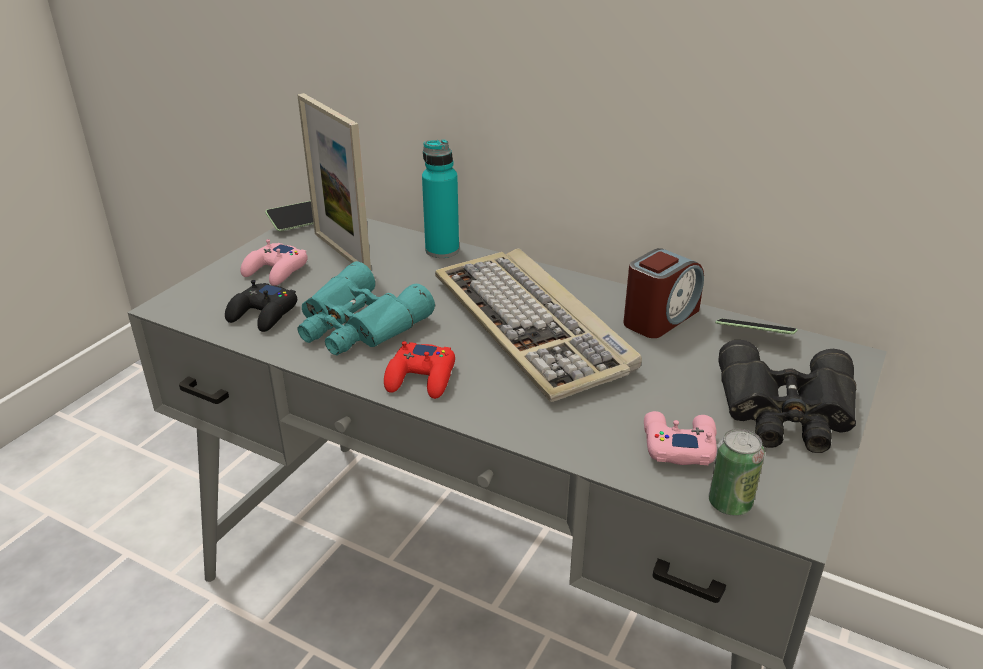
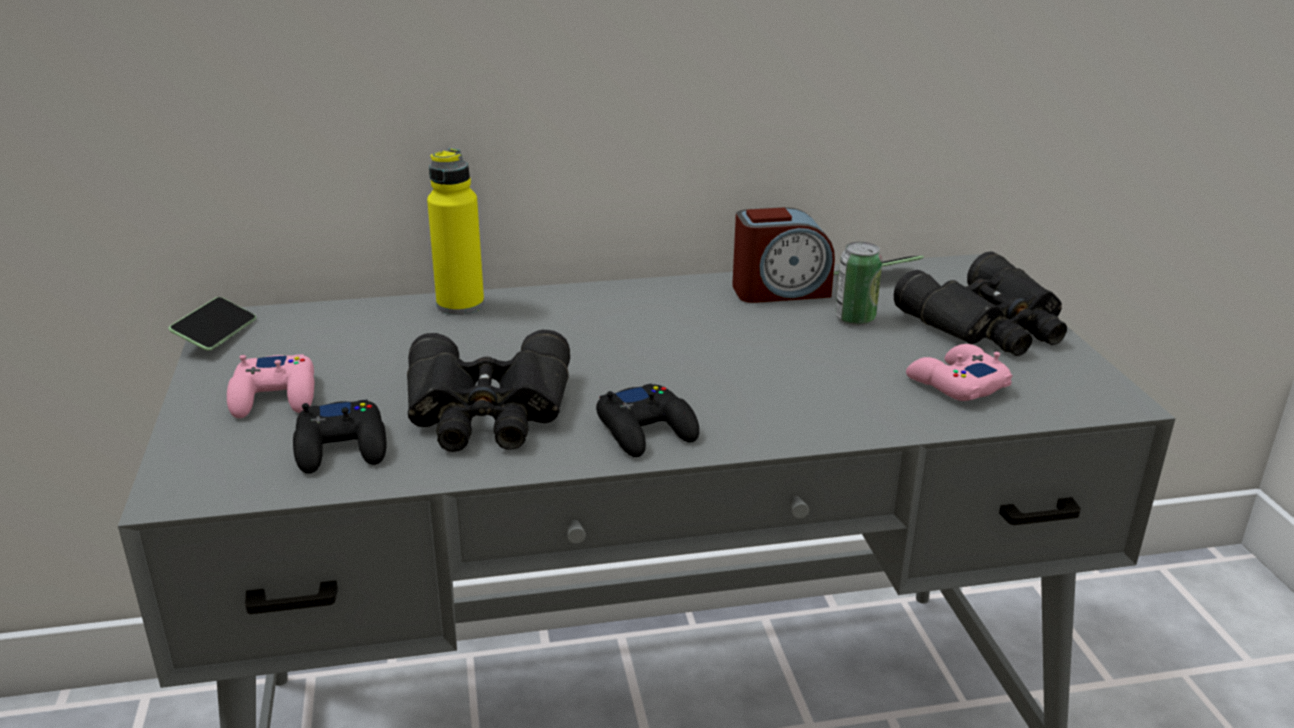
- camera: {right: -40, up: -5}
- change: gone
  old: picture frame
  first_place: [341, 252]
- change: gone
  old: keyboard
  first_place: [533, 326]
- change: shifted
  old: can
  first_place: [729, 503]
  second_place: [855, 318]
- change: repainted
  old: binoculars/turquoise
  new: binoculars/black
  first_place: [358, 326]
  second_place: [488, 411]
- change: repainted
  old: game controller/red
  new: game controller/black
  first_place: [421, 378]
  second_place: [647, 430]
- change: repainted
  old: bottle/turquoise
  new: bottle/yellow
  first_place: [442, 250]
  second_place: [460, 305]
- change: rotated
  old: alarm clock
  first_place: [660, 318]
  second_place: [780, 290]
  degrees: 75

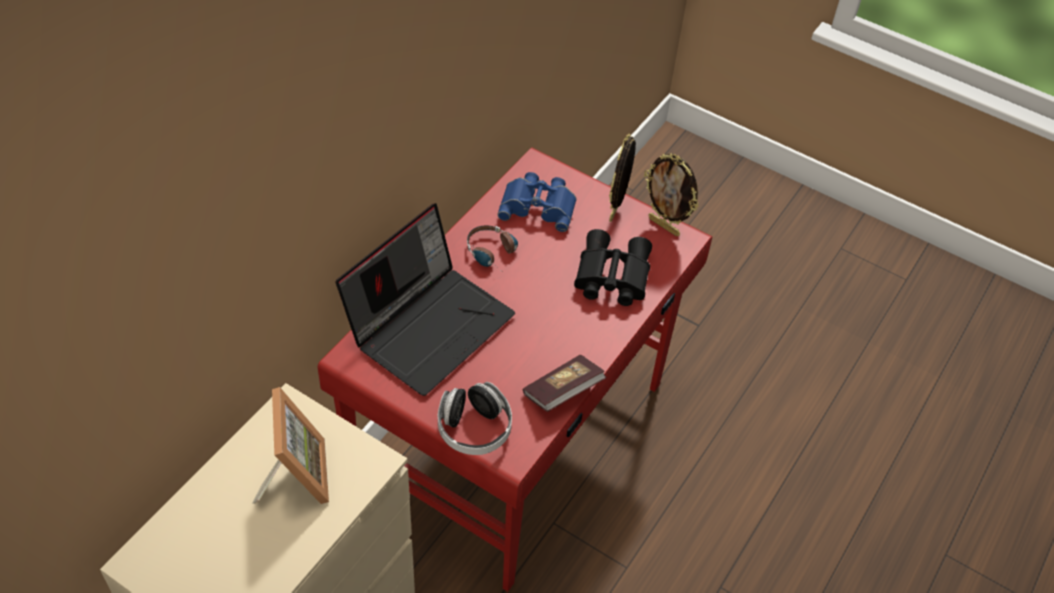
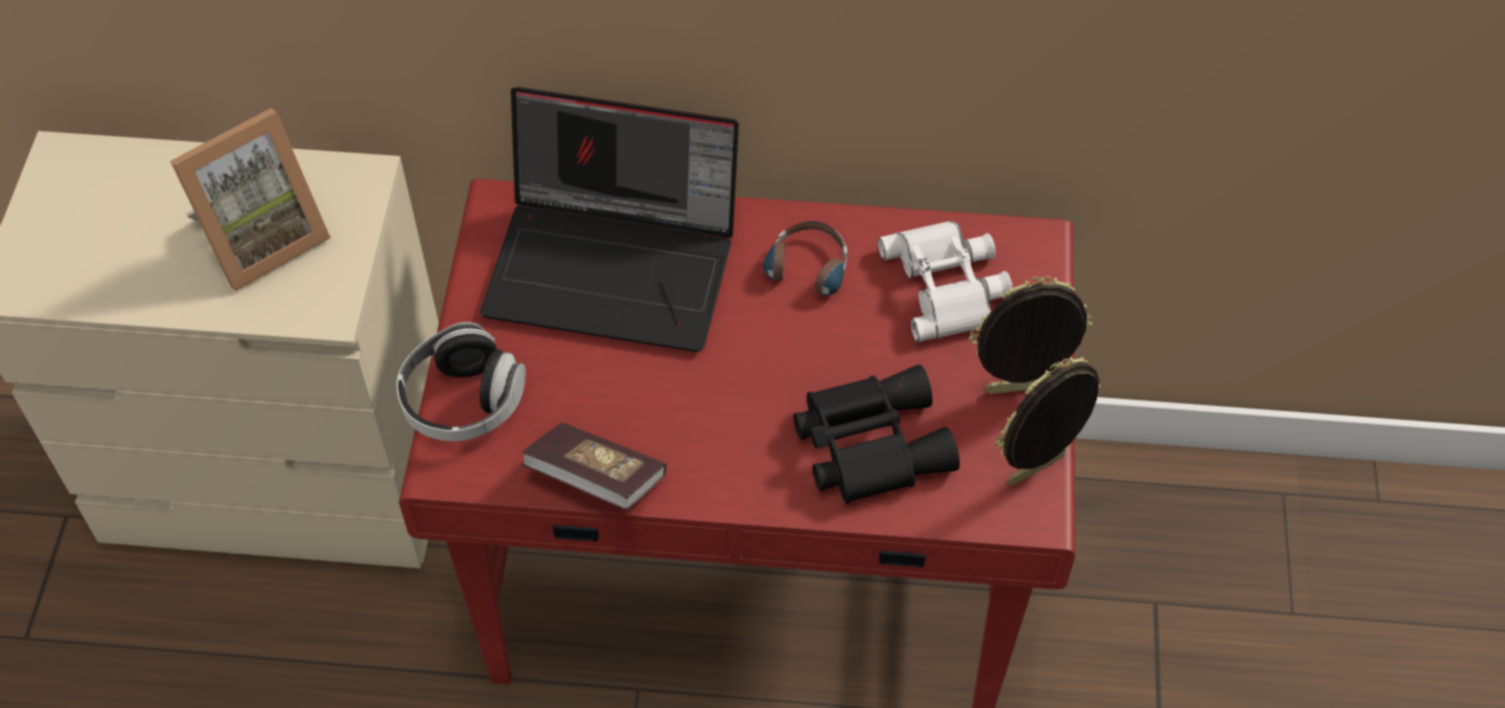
- camera: {right: 65, up: 5}
- change: repainted
  old: binoculars/blue
  new: binoculars/white
  first_place: [539, 205]
  second_place: [948, 285]
- change: rotated
  old: picture frame
  first_place: [664, 226]
  second_place: [1038, 472]
  degrees: 45

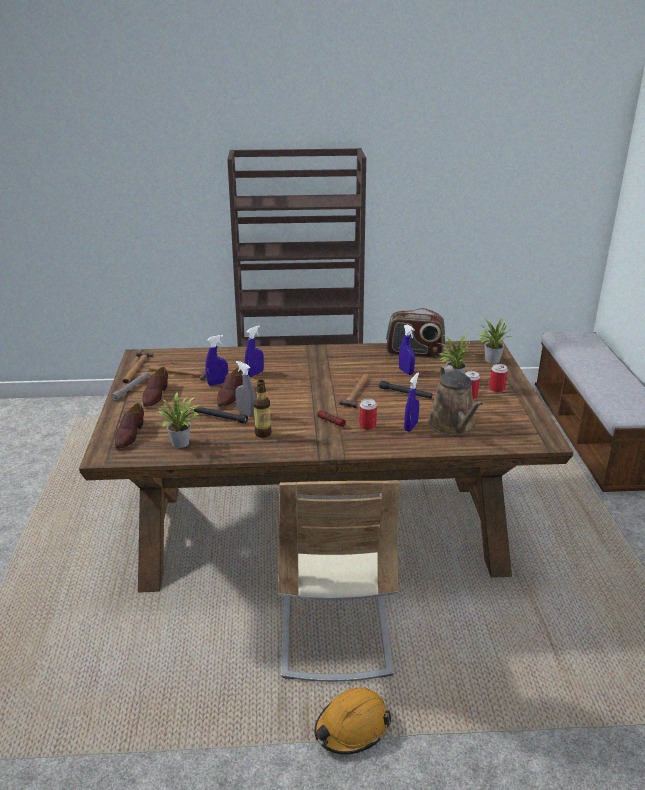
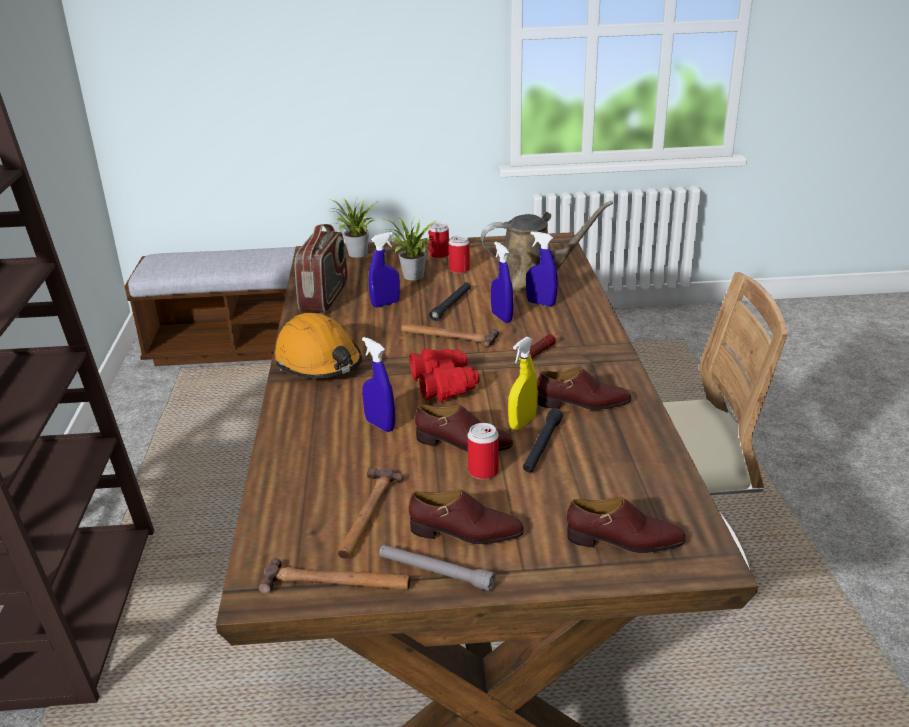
- camera: {right: -90, up: 0}
- change: gone
  old: potted plant
  first_place: [182, 444]
- change: new
  new: binoculars/red
  second_place: [444, 385]
- change: shifted
  old: spray bottle/blue
  first_place: [218, 383]
  second_place: [501, 317]
- change: shifted
  old: hard hat/orange
  first_place: [351, 727]
  second_place: [319, 363]
- change: shifted
  old: can
  first_place: [367, 426]
  second_place: [483, 471]
- change: swapped
  old: bottle
  new: shoe/brown
  first_place: [263, 433]
  second_place: [583, 403]
- change: repainted
  old: spray bottle/grey
  new: spray bottle/yellow
  first_place: [246, 413]
  second_place: [522, 423]

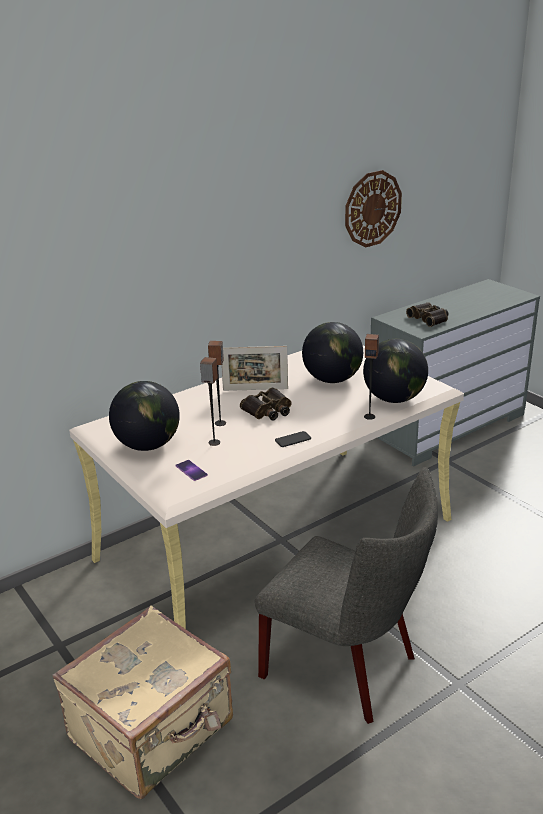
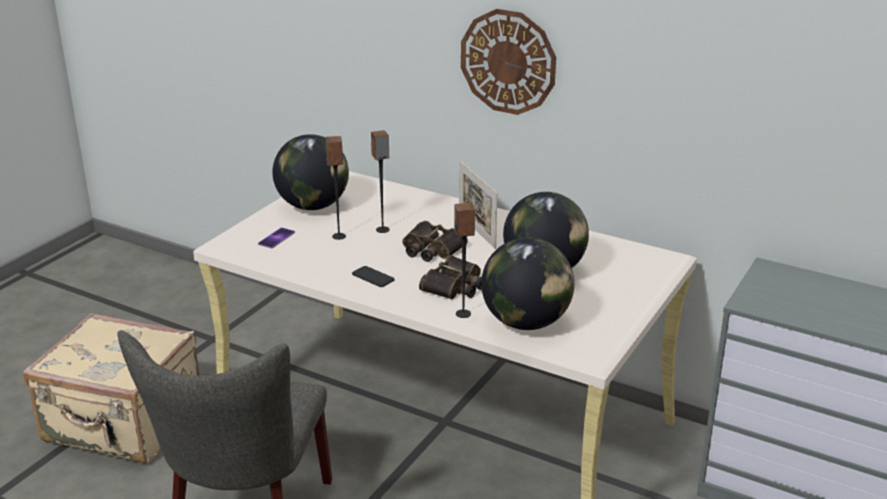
- camera: {right: 65, up: 0}
- change: shifted
  old: wall clock
  first_place: [372, 209]
  second_place: [508, 62]
- change: shifted
  old: binoculars
  first_place: [429, 319]
  second_place: [455, 286]

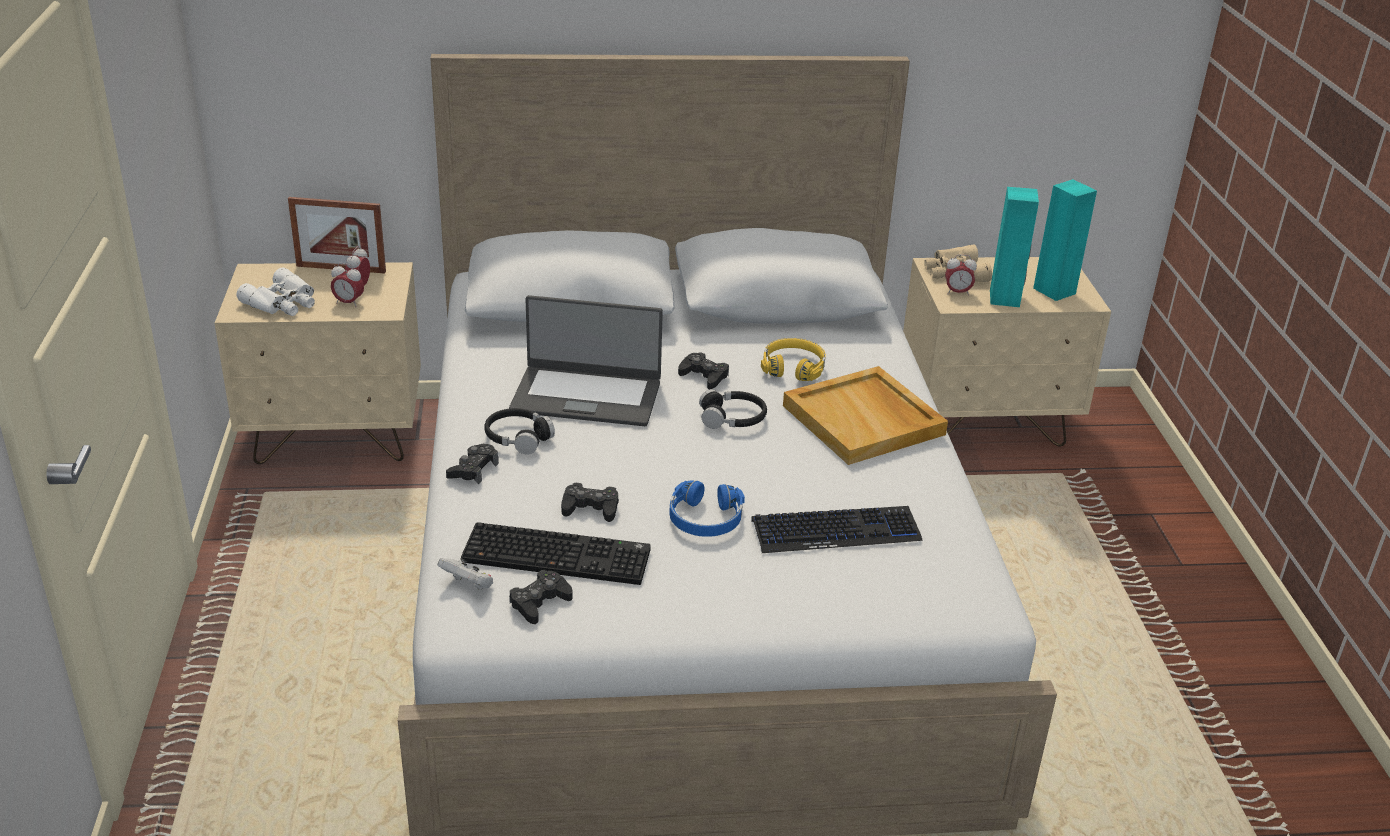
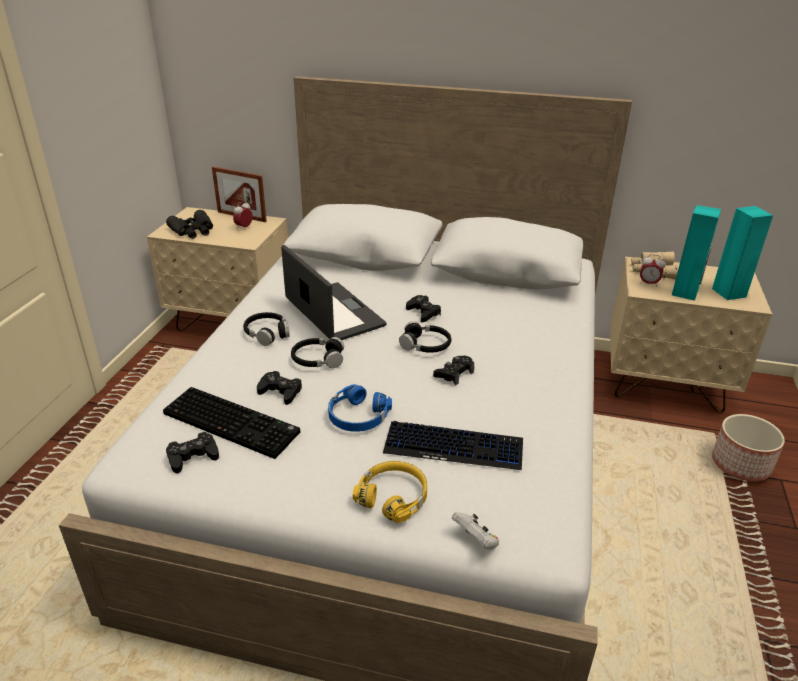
- camera: {right: 20, up: 0}
- change: gone
  old: alarm clock
  first_place: [348, 303]
- change: gone
  old: tray/beige
  first_place: [865, 420]
- change: new
  new: headphones/black
  second_place: [317, 359]
- change: new
  new: planter
  second_place: [741, 465]
- change: shifted
  old: game controller/white
  first_place: [468, 585]
  second_place: [476, 541]
- change: shifted
  old: game controller/black
  first_place: [473, 470]
  second_place: [454, 373]
- change: shifted
  old: headphones/yellow
  first_place: [793, 367]
  second_place: [393, 496]
- change: repainted
  old: binoculars/white
  new: binoculars/black
  first_place: [283, 302]
  second_place: [193, 231]
- change: rotated
  old: laptop
  first_place: [586, 396]
  second_place: [333, 313]
  degrees: -150

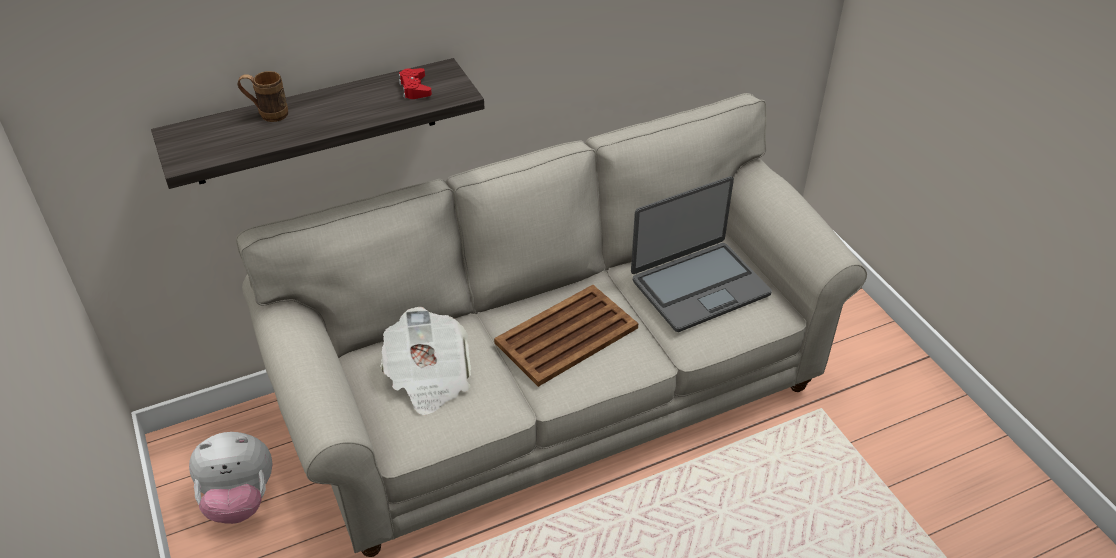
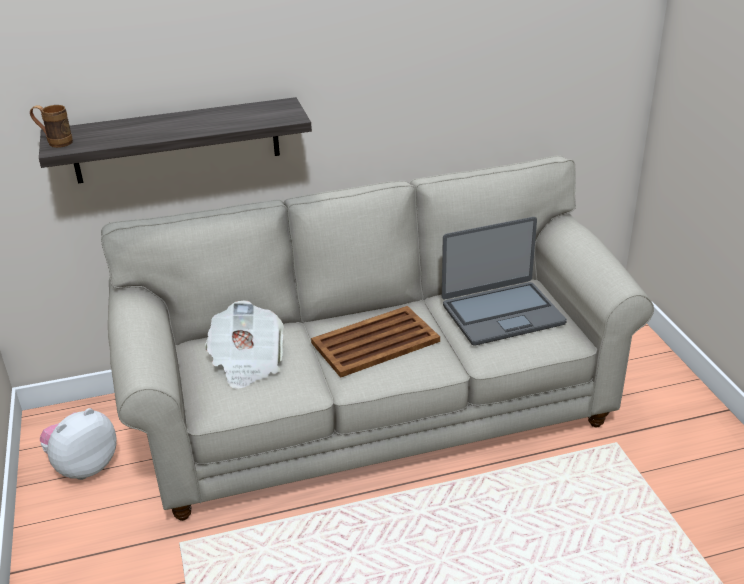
- camera: {right: 10, up: -10}
- change: gone
  old: game controller/red
  first_place: [415, 88]
- change: shifted
  old: mug/brown
  first_place: [267, 114]
  second_place: [55, 142]
- change: rotated
  old: plush toy
  first_place: [240, 500]
  second_place: [84, 466]
  degrees: 135

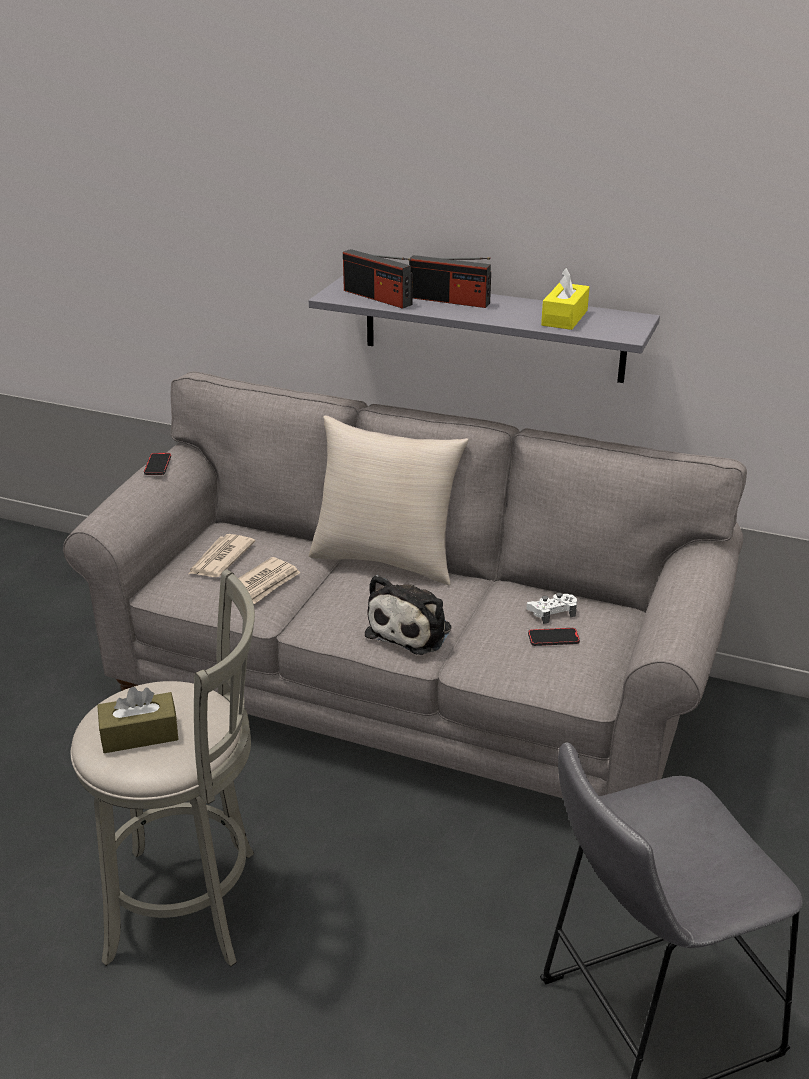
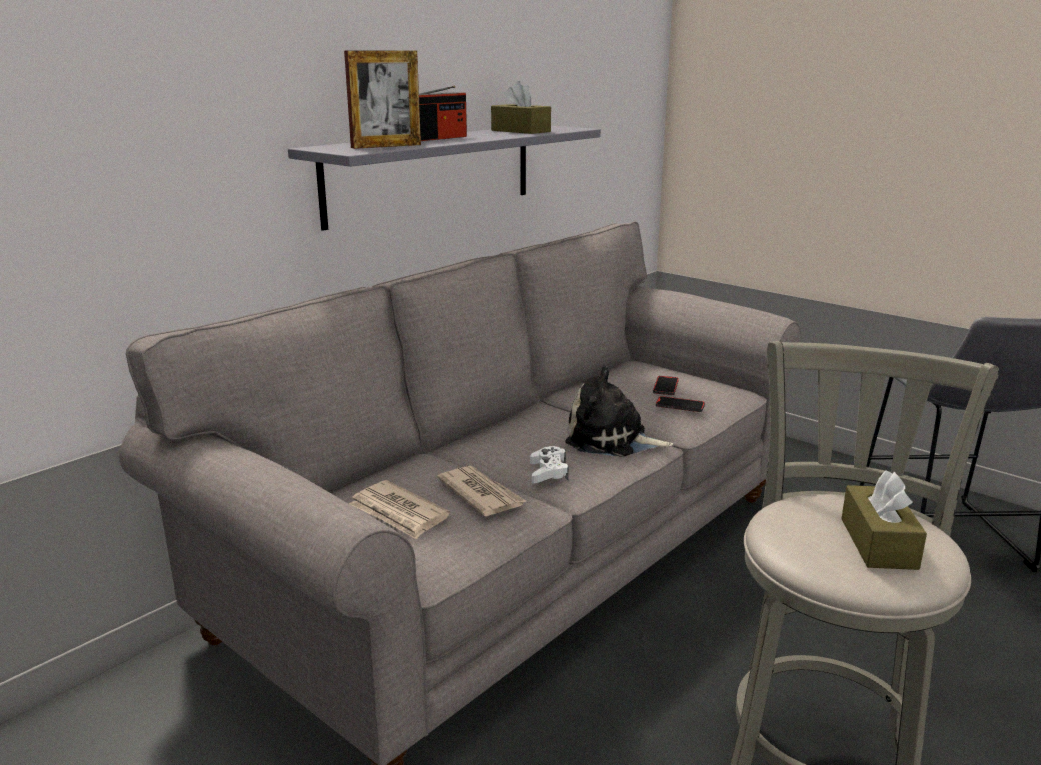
- camera: {right: -70, up: -10}
- change: gone
  old: pillow/beige
  first_place: [386, 559]
- change: shifted
  old: phone
  first_place: [158, 466]
  second_place: [680, 406]
- change: shifted
  old: game controller/white
  first_place: [552, 612]
  second_place: [548, 472]
- change: swapped
  old: radio
  new: picture frame
  first_place: [377, 297]
  second_place: [386, 146]
- change: repainted
  old: tissue box/yellow
  new: tissue box/brown
  first_place: [564, 318]
  second_place: [520, 131]
- change: rotated
  old: plush toy
  first_place: [412, 630]
  second_place: [611, 440]
  degrees: 150

